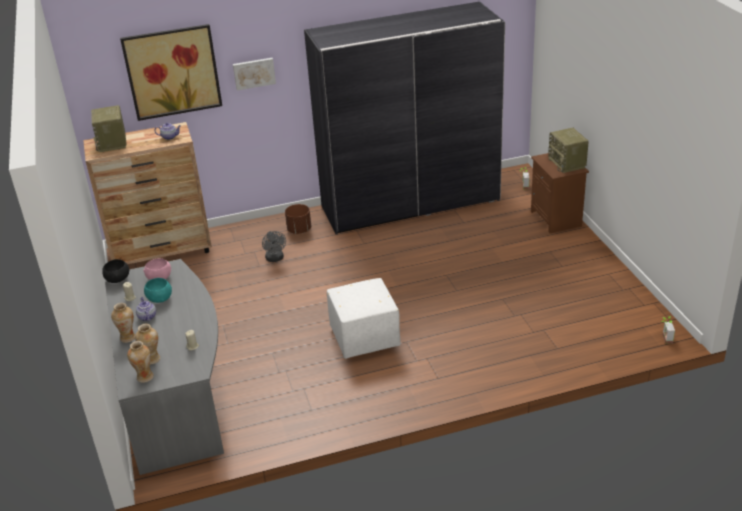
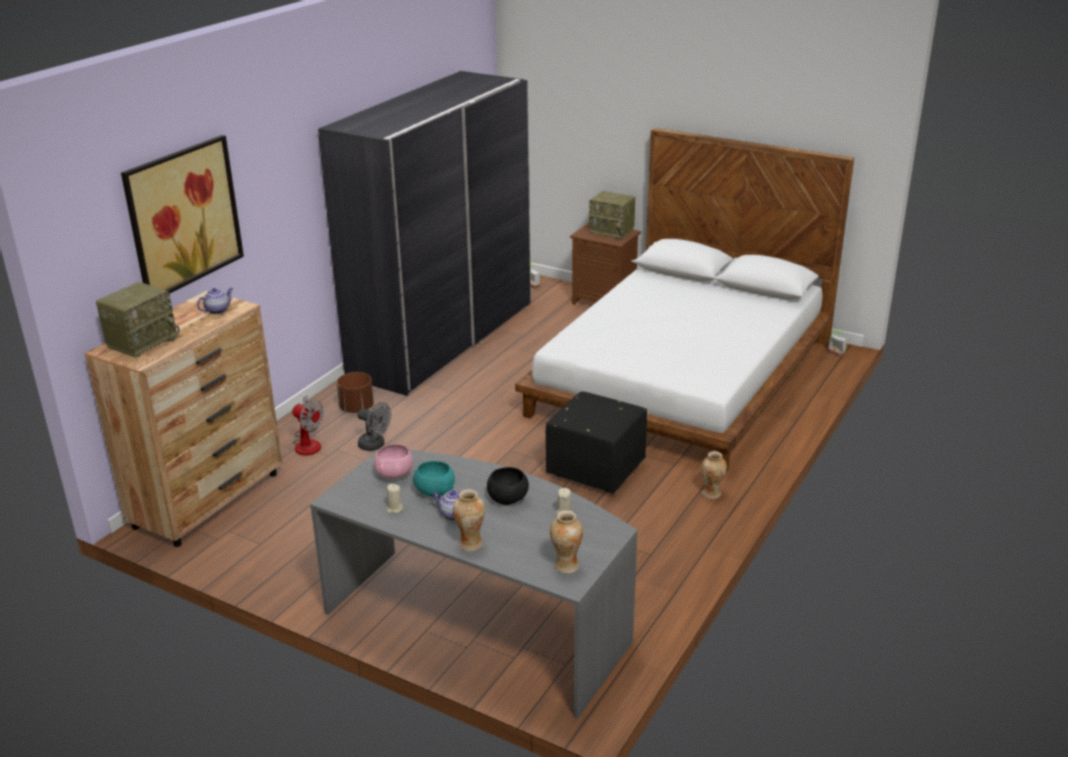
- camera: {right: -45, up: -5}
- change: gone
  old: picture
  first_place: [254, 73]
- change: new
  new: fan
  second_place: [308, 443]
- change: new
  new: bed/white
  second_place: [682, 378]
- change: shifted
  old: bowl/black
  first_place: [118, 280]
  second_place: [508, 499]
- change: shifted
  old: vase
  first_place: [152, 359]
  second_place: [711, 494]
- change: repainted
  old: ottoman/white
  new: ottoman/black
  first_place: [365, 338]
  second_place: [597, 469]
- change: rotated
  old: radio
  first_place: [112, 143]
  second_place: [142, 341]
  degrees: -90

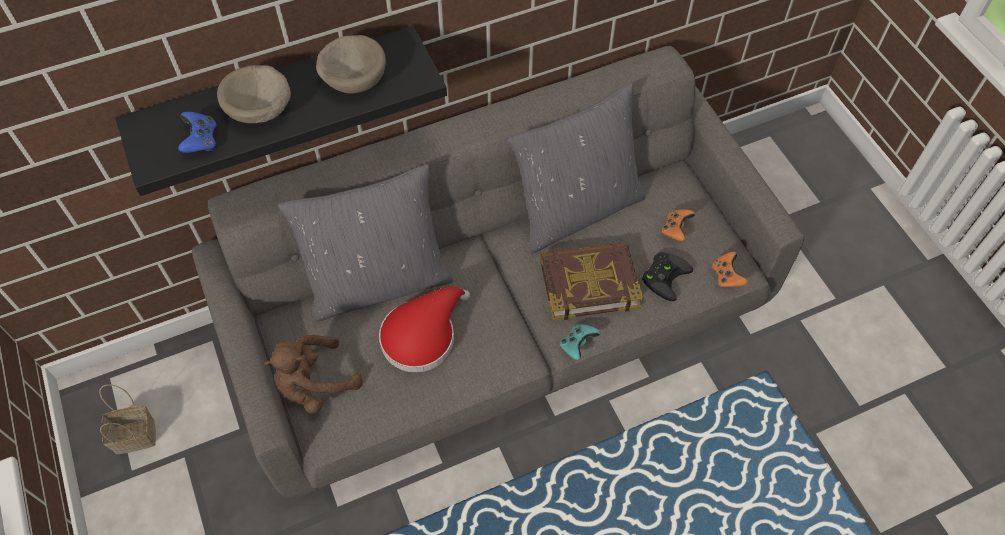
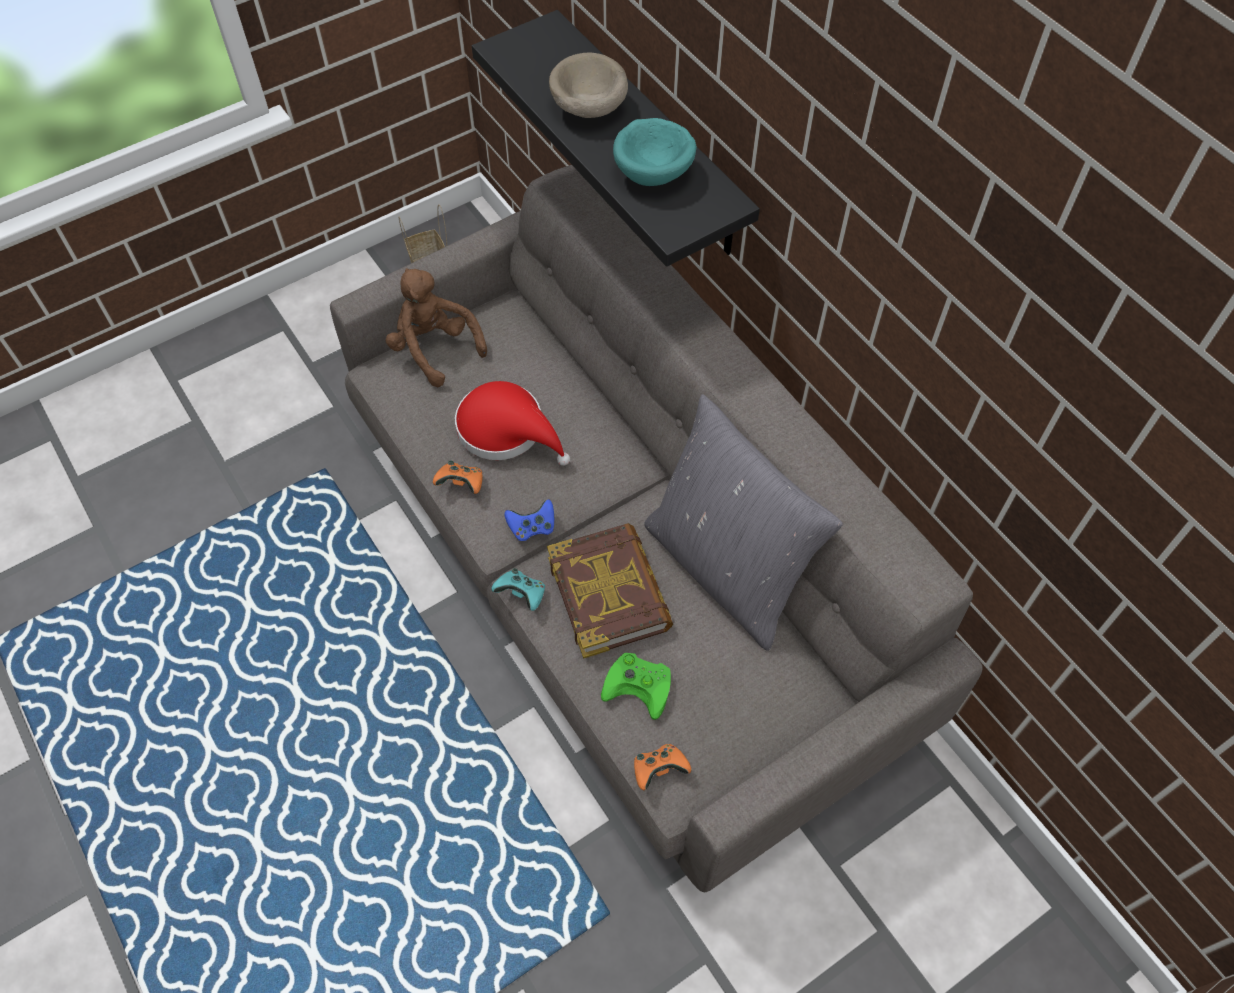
- camera: {right: 80, up: 0}
- change: gone
  old: pillow/grey
  first_place: [378, 282]
- change: shifted
  old: game controller/blue
  first_place: [201, 141]
  second_place: [532, 527]
- change: shifted
  old: game controller/orange
  first_place: [675, 229]
  second_place: [461, 484]
- change: repainted
  old: bowl/beige
  new: bowl/turquoise
  first_place: [355, 79]
  second_place: [655, 172]
- change: repainted
  old: game controller/black
  new: game controller/green
  first_place: [664, 275]
  second_place: [641, 685]

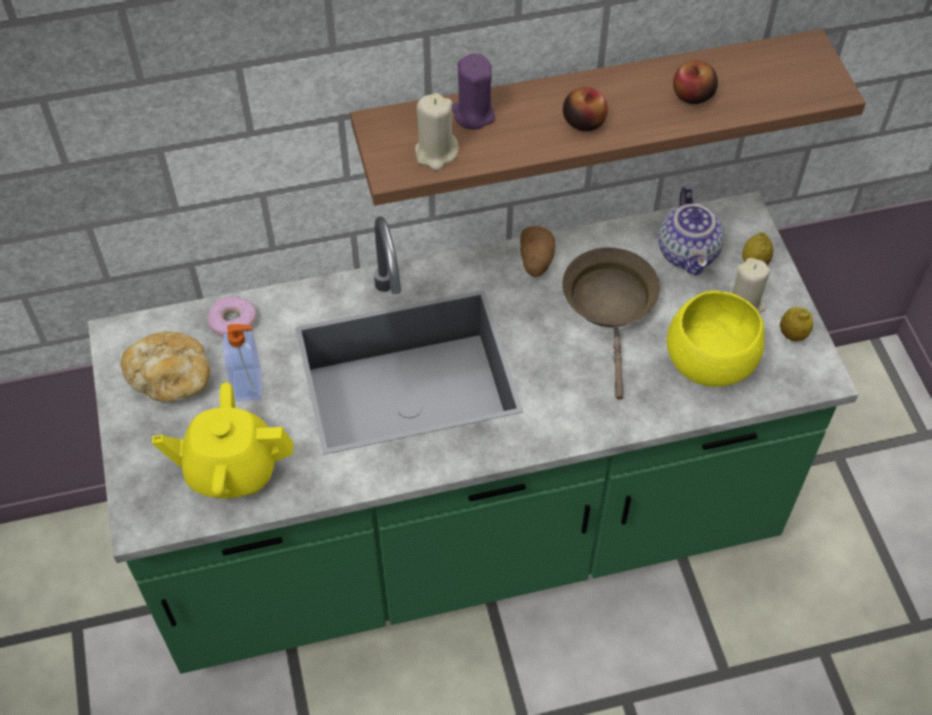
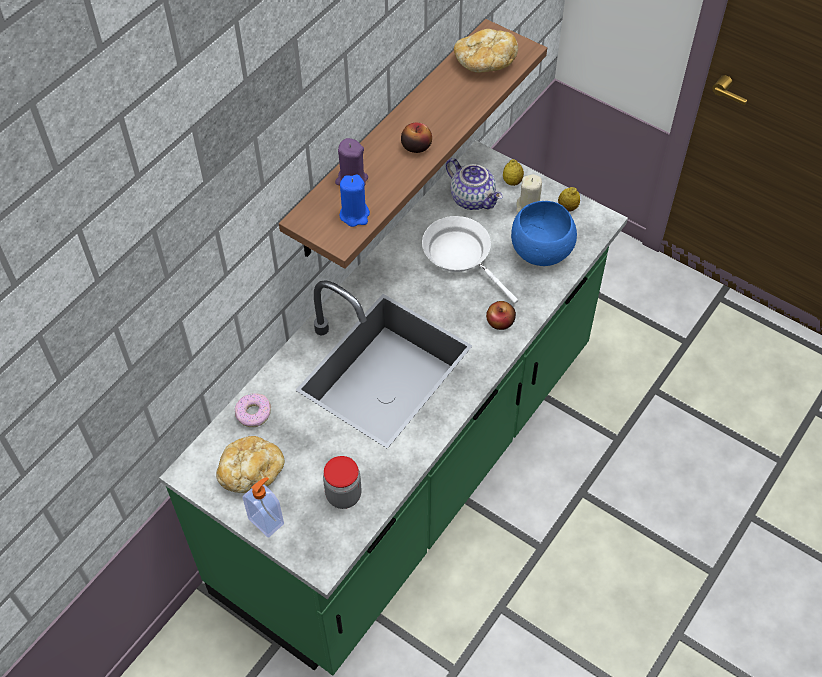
- camera: {right: -40, up: 0}
- change: gone
  old: potato
  first_place: [536, 261]
- change: new
  new: bread
  second_place: [484, 63]
- change: shifted
  old: soap dispenser
  first_place: [249, 385]
  second_place: [267, 521]
- change: shifted
  old: apple
  first_place: [692, 95]
  second_place: [500, 322]
- change: swapped
  old: teapot/yellow
  new: jar
  first_place: [231, 469]
  second_place: [343, 495]
- change: repainted
  old: candle/beige
  new: candle/blue
  first_place: [436, 153]
  second_place: [354, 215]
- change: repainted
  old: frying pan/brown
  new: frying pan/white
  first_place: [610, 306]
  second_place: [461, 255]
- change: repainted
  old: bowl/yellow
  new: bowl/blue
  first_place: [708, 362]
  second_place: [540, 251]

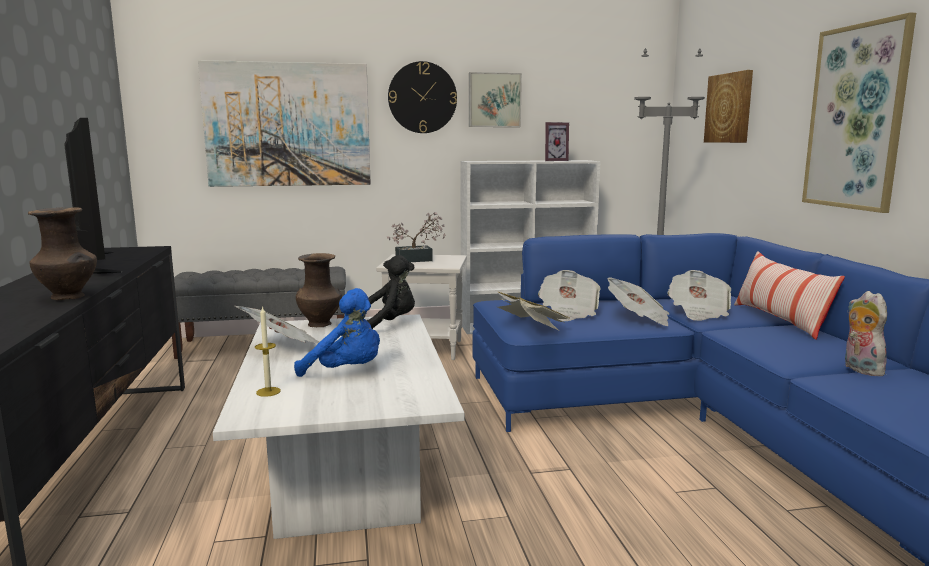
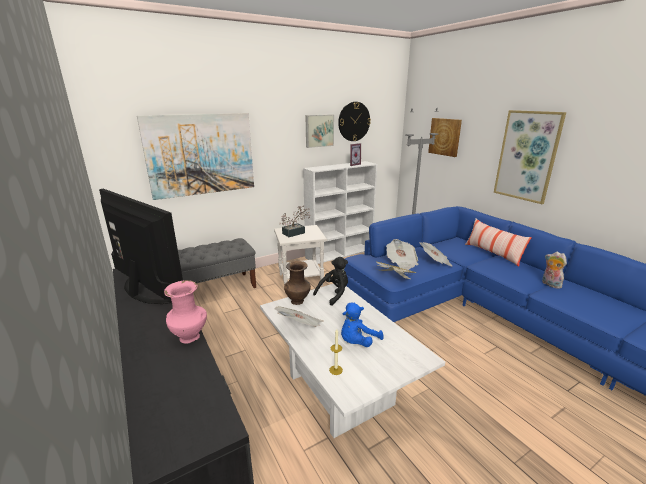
- camera: {right: -20, up: 10}
- change: gone
  old: newspaper
  first_place: [698, 312]
- change: shifted
  old: wall clock
  first_place: [422, 97]
  second_place: [354, 121]
- change: repainted
  old: vase/brown
  new: vase/pink
  first_place: [69, 297]
  second_place: [190, 337]
- change: rotated
  old: plush toy/blue
  first_place: [347, 372]
  second_place: [357, 342]
  degrees: 135

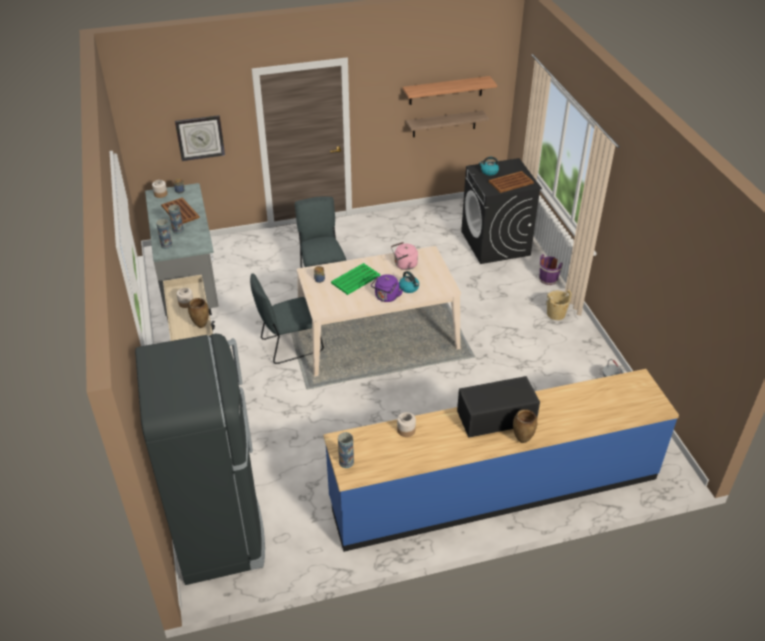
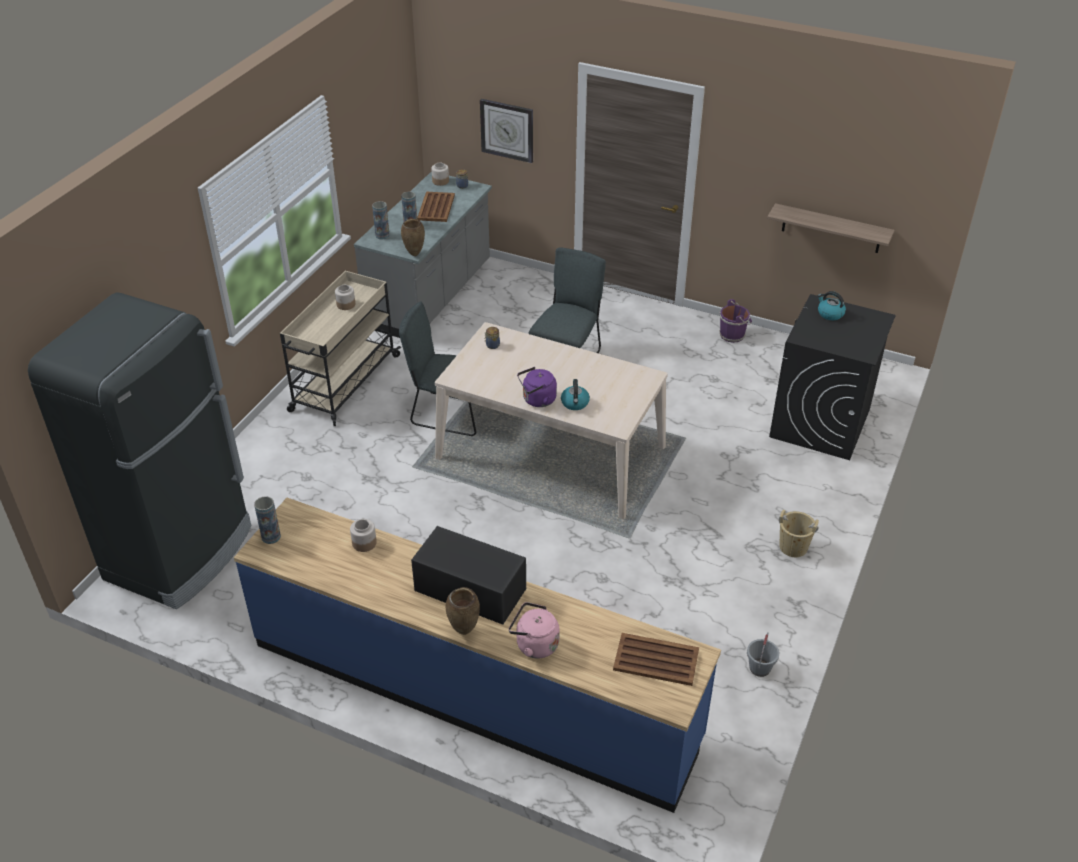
- camera: {right: 40, up: 0}
- change: gone
  old: tray/green
  first_place: [355, 279]
- change: gone
  old: shelf
  first_place: [446, 90]
- change: shifted
  old: vase/brown
  first_place: [201, 326]
  second_place: [414, 254]
- change: shifted
  old: kettle/pink
  first_place: [404, 265]
  second_place: [534, 644]
- change: shifted
  old: tray/brown
  first_place: [510, 182]
  second_place: [655, 659]
- change: shifted
  old: bucket/purple
  first_place: [548, 278]
  second_place: [733, 335]

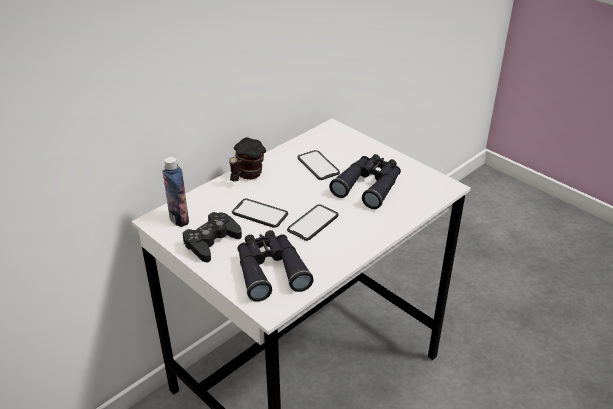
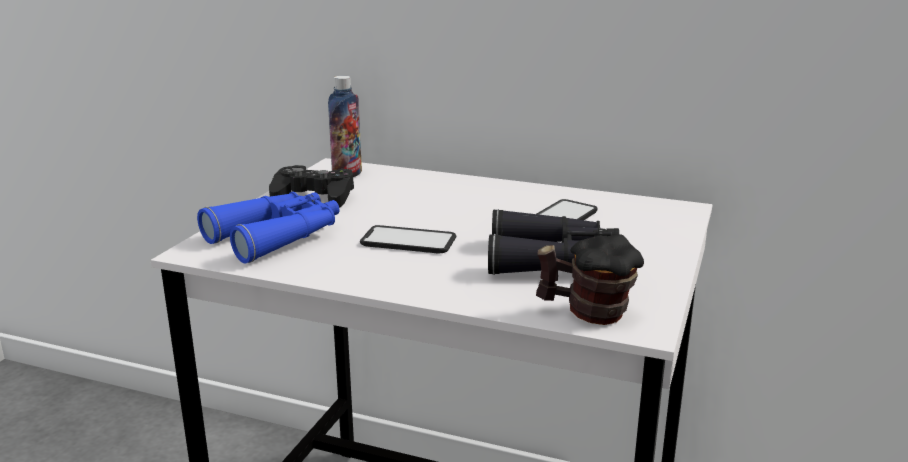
- camera: {right: 65, up: -15}
- change: gone
  old: phone
  first_place: [260, 214]
- change: shifted
  old: mug
  first_place: [246, 176]
  second_place: [586, 313]
- change: repainted
  old: binoculars/black
  new: binoculars/blue
  first_place: [270, 270]
  second_place: [277, 236]

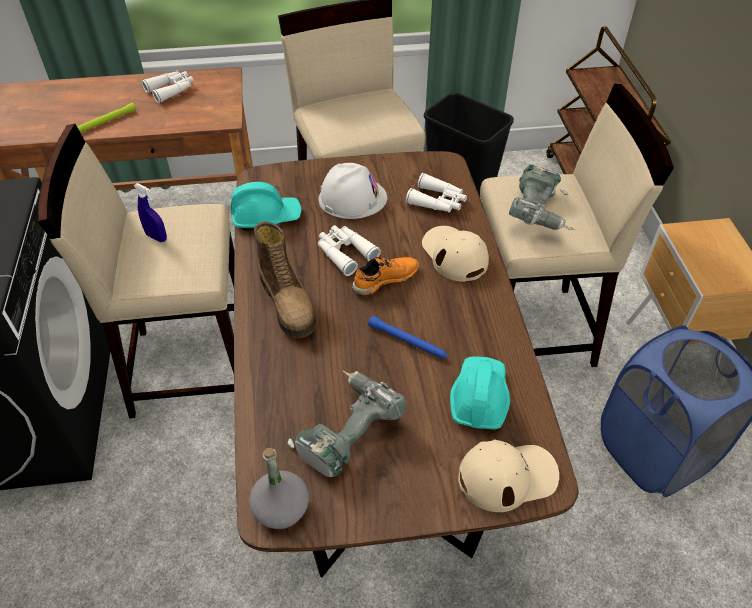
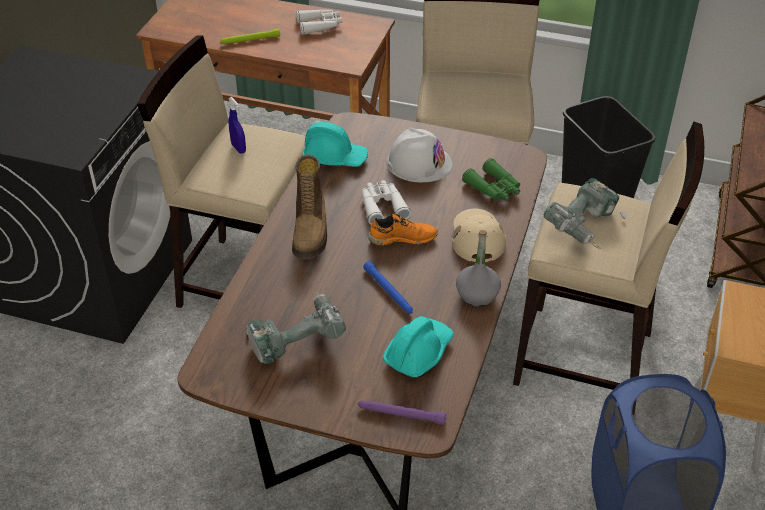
- camera: {right: 25, up: -5}
- change: shifted
  old: bottle/grey
  first_place: [281, 508]
  second_place: [477, 295]
- change: swapped
  old: cap/beige
  new: flashlight/purple
  first_place: [507, 476]
  second_place: [401, 414]
- change: repainted
  old: binoculars/white
  new: binoculars/green
  first_place: [438, 201]
  second_place: [494, 188]

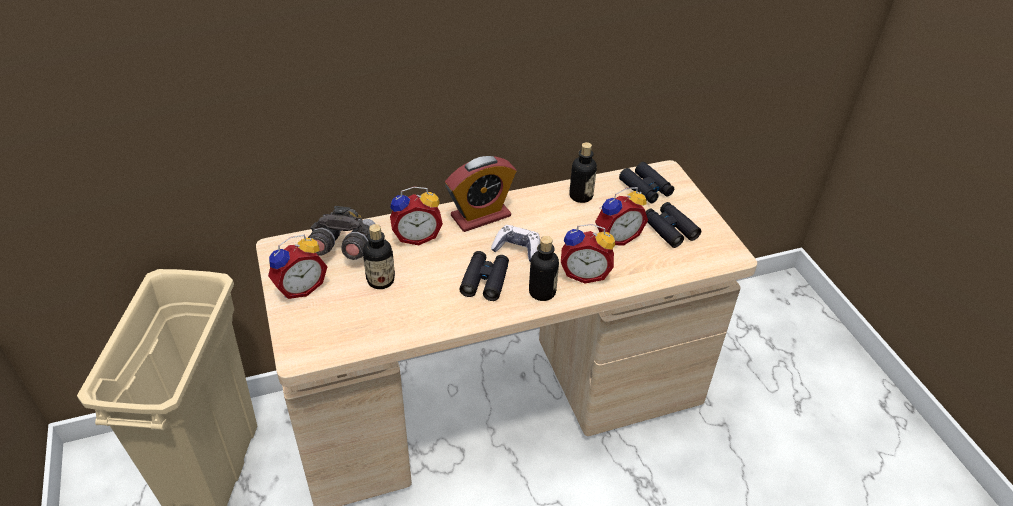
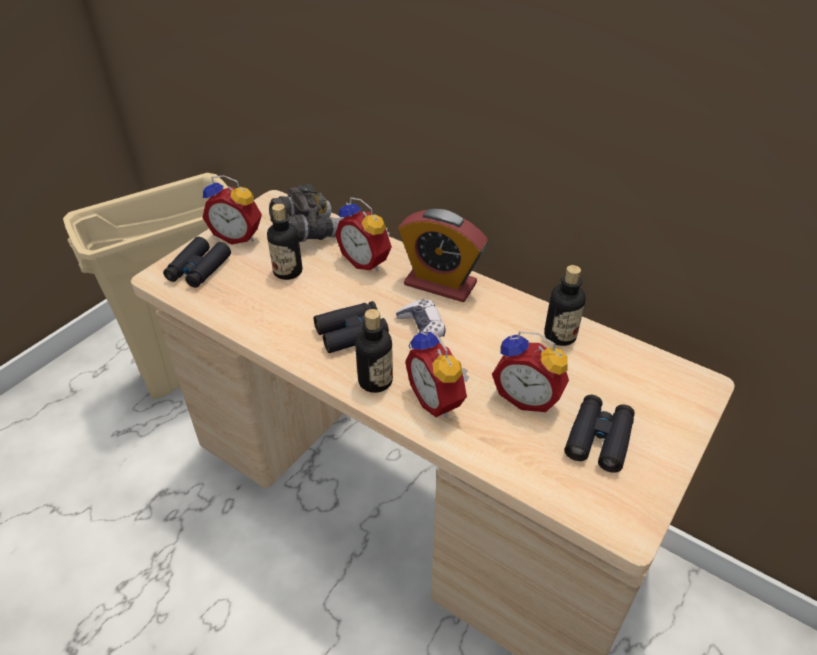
- camera: {right: 55, up: 0}
- change: shifted
  old: binoculars/black
  first_place: [646, 188]
  second_place: [198, 269]

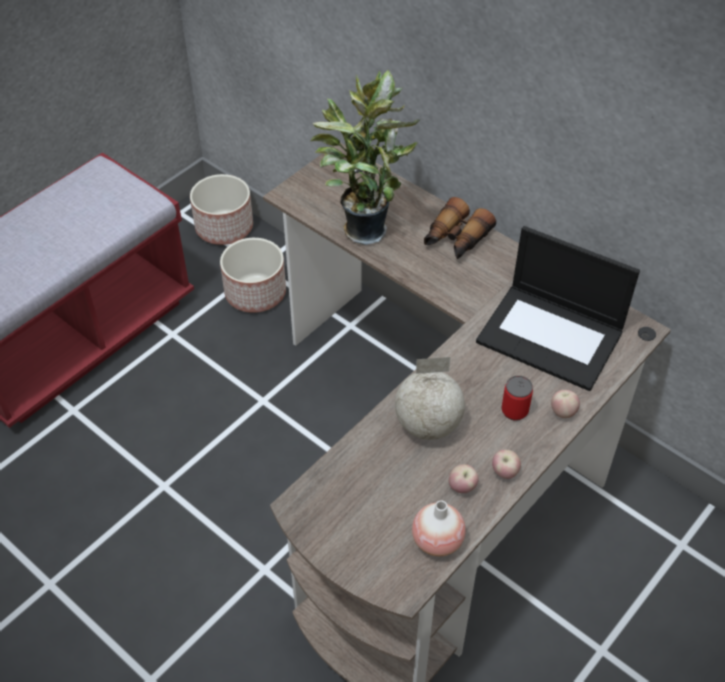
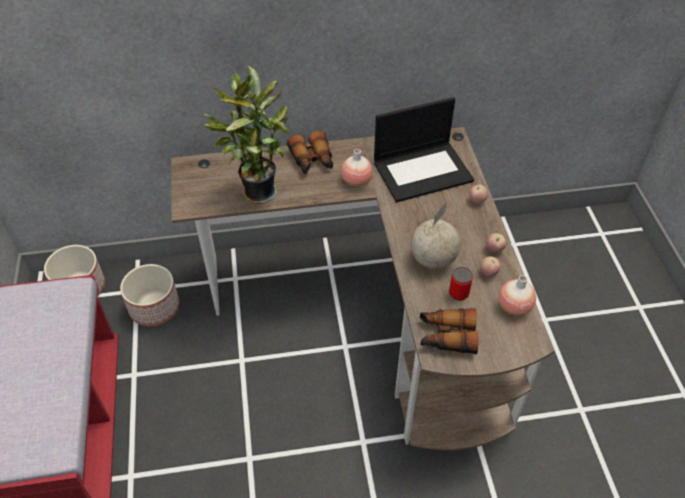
- camera: {right: -50, up: 0}
- change: new
  new: vase
  second_place: [356, 181]
- change: new
  new: binoculars
  second_place: [446, 336]
- change: shifted
  old: can
  first_place: [514, 410]
  second_place: [458, 293]

